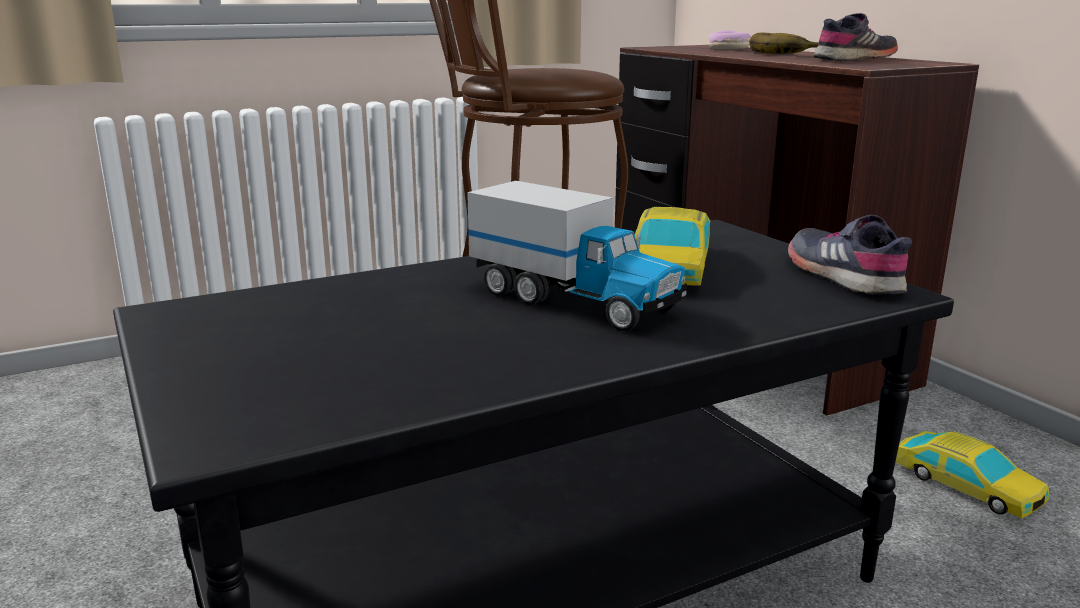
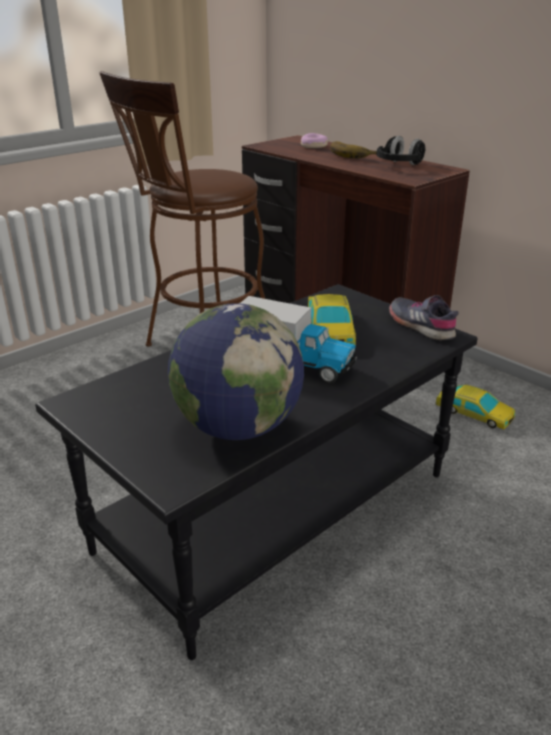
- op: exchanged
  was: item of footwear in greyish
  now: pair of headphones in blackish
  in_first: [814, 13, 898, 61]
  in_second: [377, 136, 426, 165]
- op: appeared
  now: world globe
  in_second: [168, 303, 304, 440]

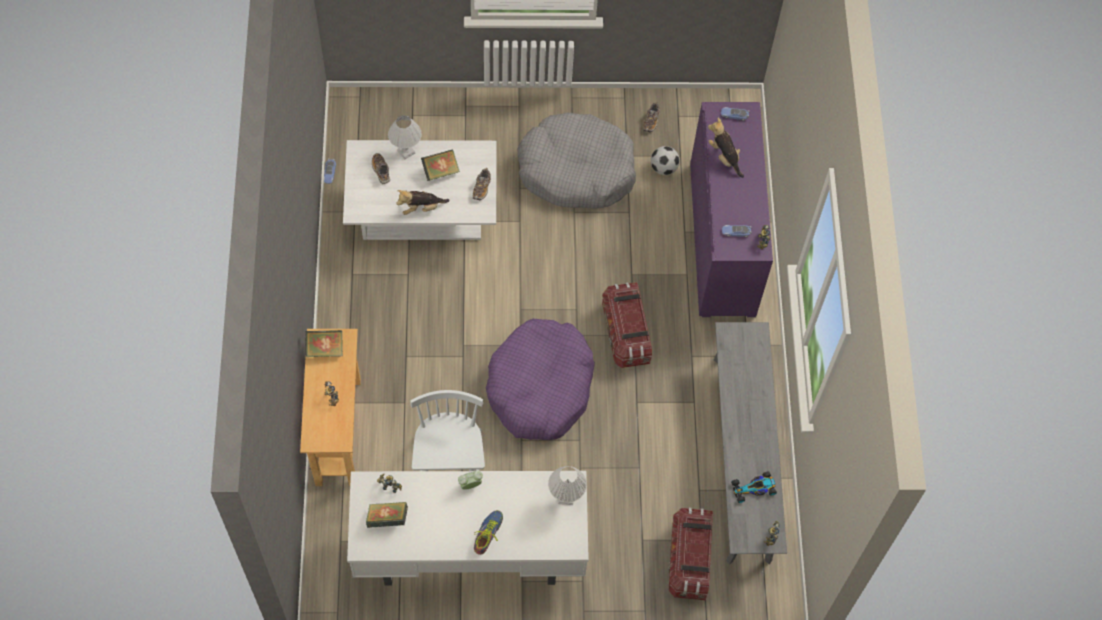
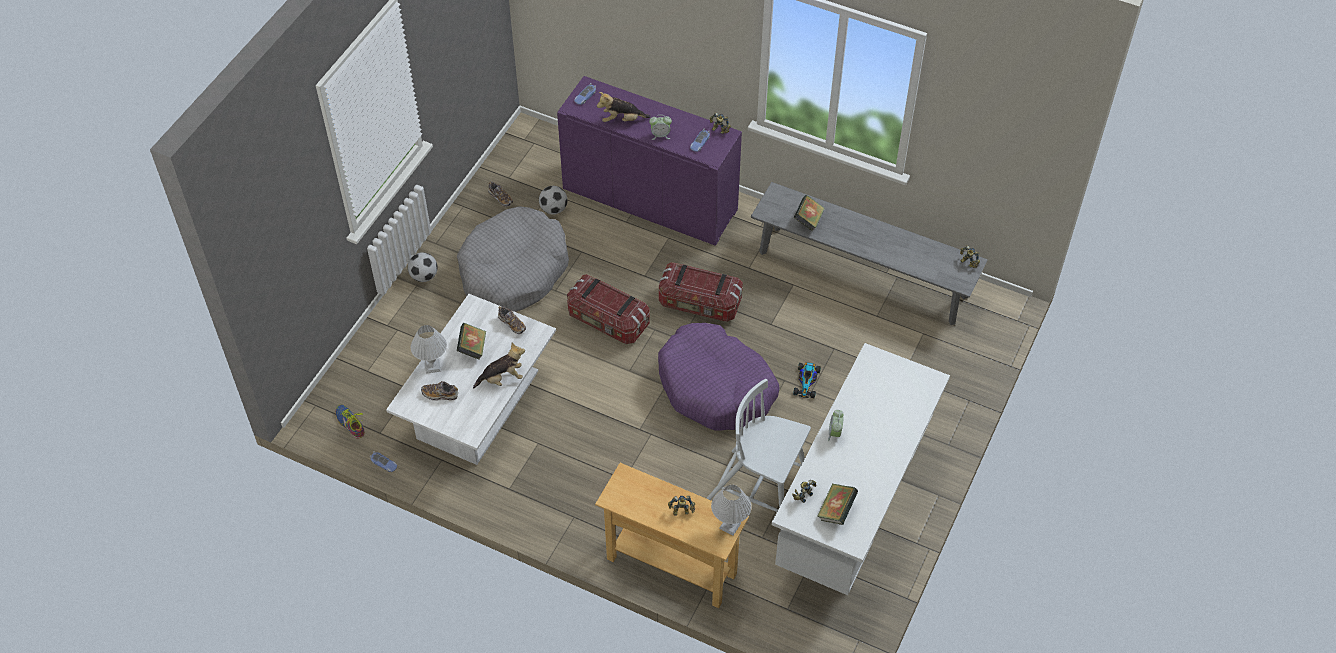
- op: spun
  was: cuddly toy
  in_first: [397, 190, 449, 215]
  in_second: [473, 342, 525, 388]
  clockwise: -120
- op: relocated
  was: bound book
  in_first: [306, 330, 343, 357]
  in_second: [794, 195, 825, 231]
- op: relocated
  was: tabletop lamp in white
  in_first: [548, 466, 587, 505]
  in_second: [711, 485, 751, 536]
- op: relocated
  was: toy car
  in_first: [731, 471, 777, 503]
  in_second: [793, 363, 821, 399]
- op: relocated
  was: storage box
  in_first: [668, 507, 713, 600]
  in_second: [567, 274, 650, 344]
- op: relocated
  was: item of footwear
  in_first: [474, 510, 503, 555]
  in_second: [336, 405, 365, 439]
- op: appeared
  now: table clock
  in_second: [649, 115, 672, 140]
- op: appeared
  now: football ball
  in_second: [408, 252, 438, 282]

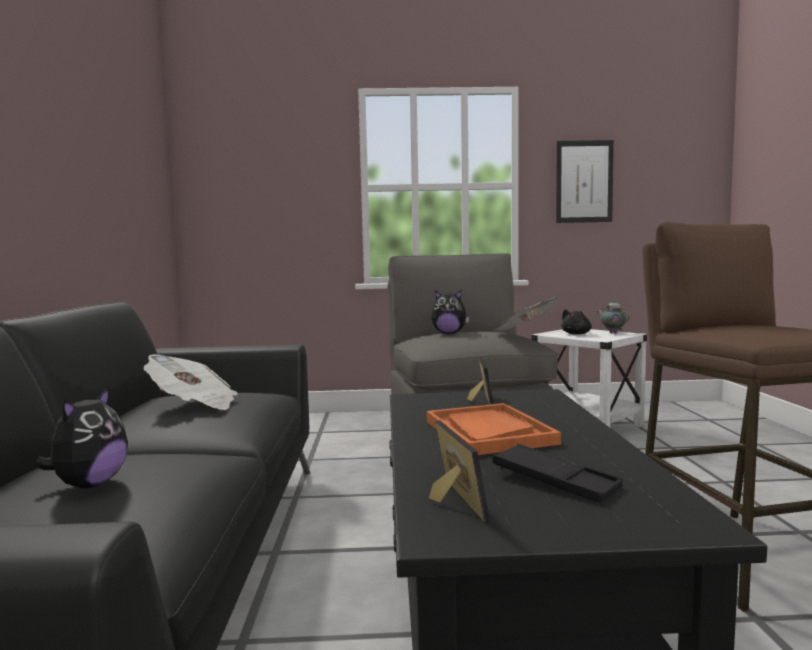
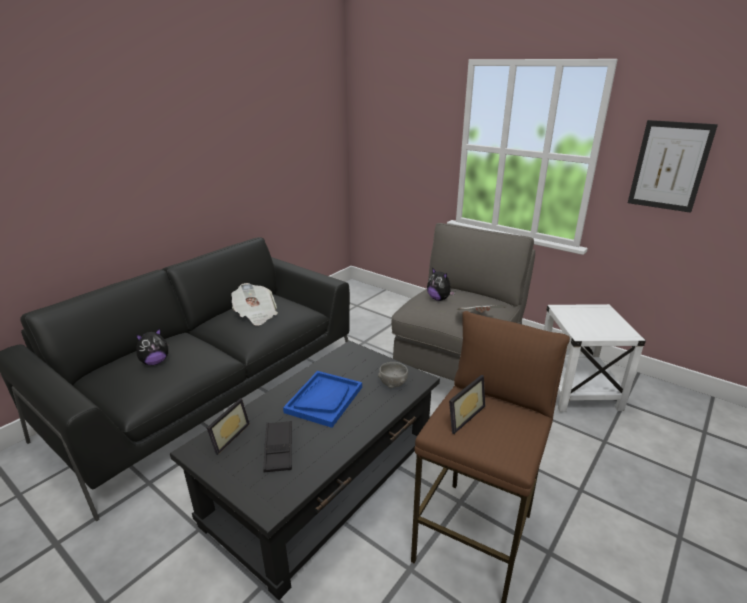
- op: missing
  was: teapot
  in_first: [597, 300, 630, 334]
- op: missing
  was: cuddly toy in blackish
  in_first: [561, 309, 592, 335]
- op: relocated
  was: standing frame
  in_first: [467, 357, 494, 405]
  in_second: [449, 375, 486, 434]
- op: colour
  was: serving tray in orange-coloured
  now: serving tray in blue-coloured
  in_first: [427, 403, 561, 455]
  in_second: [283, 371, 362, 428]
- op: appeared
  now: serving bowl in greyish
  in_second: [378, 362, 408, 388]

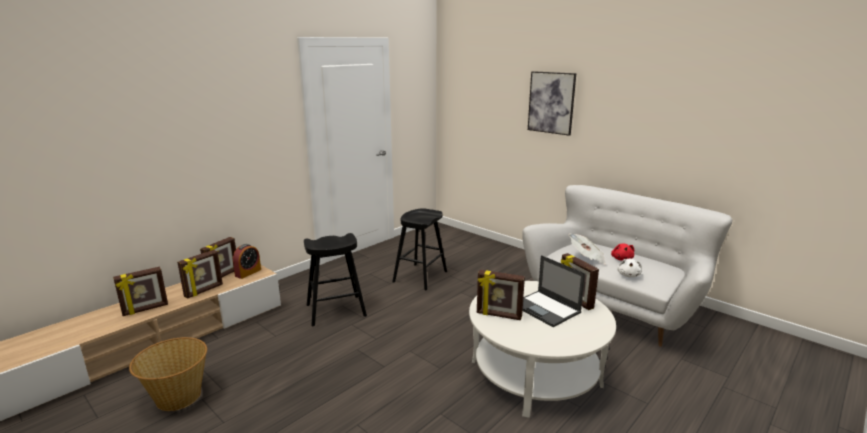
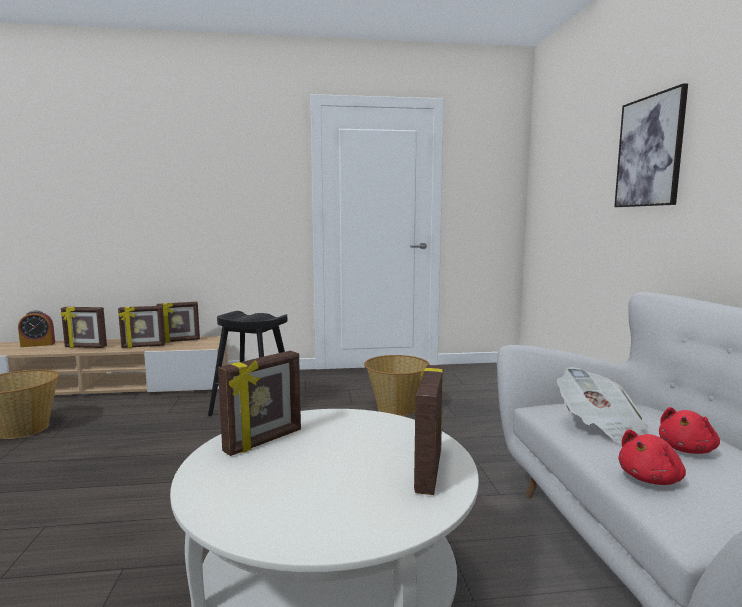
- op: exchanged
  was: sitting stool in blackish
  now: storage basket
  in_first: [392, 208, 447, 290]
  in_second: [364, 355, 430, 416]
- op: relocated
  was: table clock
  in_first: [233, 244, 261, 279]
  in_second: [18, 311, 55, 347]
- op: missing
  was: laptop
  in_first: [523, 255, 585, 327]
- op: colour
  was: cuddly toy in white
  now: cuddly toy in reddish
  in_first: [617, 259, 642, 277]
  in_second: [618, 429, 686, 485]
- op: spun
  was: standing frame
  in_first: [477, 270, 525, 320]
  in_second: [218, 351, 301, 456]
  clockwise: -105

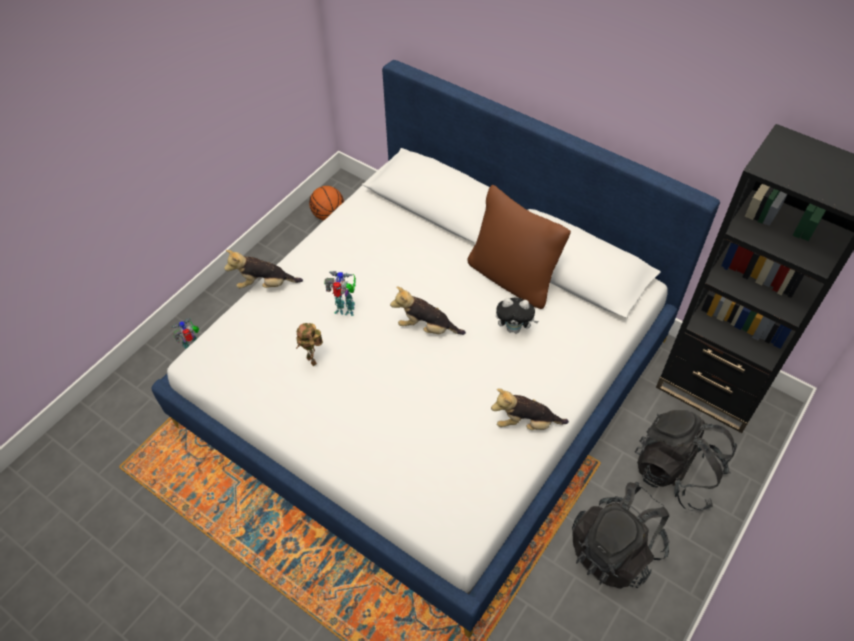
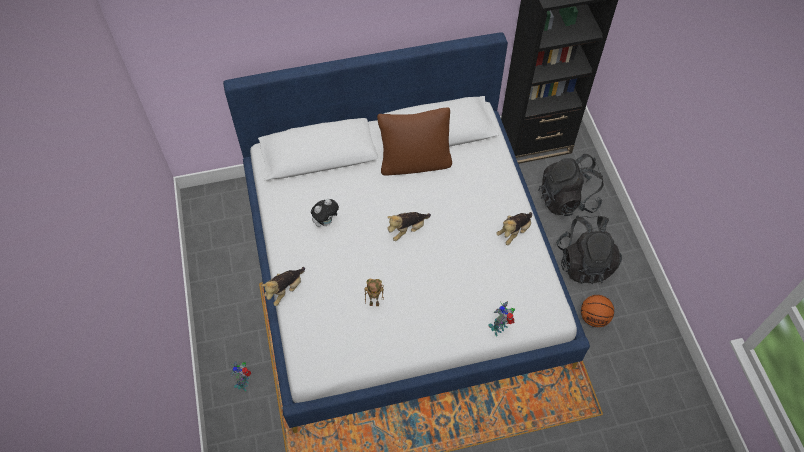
- op: relocated
  was: ball for basketball
  in_first: [309, 186, 344, 220]
  in_second: [581, 295, 614, 327]
- op: relocated
  was: robot figure
  in_first: [324, 271, 356, 316]
  in_second: [488, 301, 515, 336]
- op: relocated
  was: cuddly toy
  in_first: [496, 297, 539, 334]
  in_second: [311, 199, 339, 227]

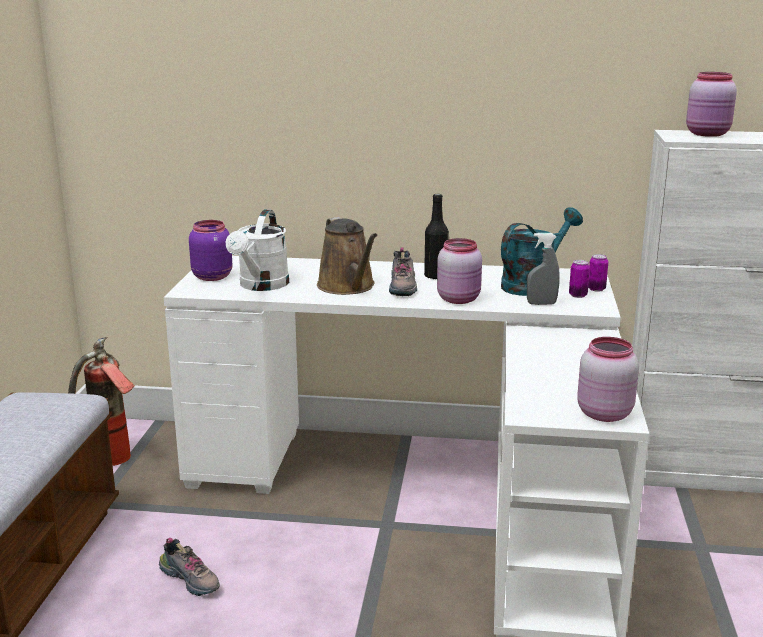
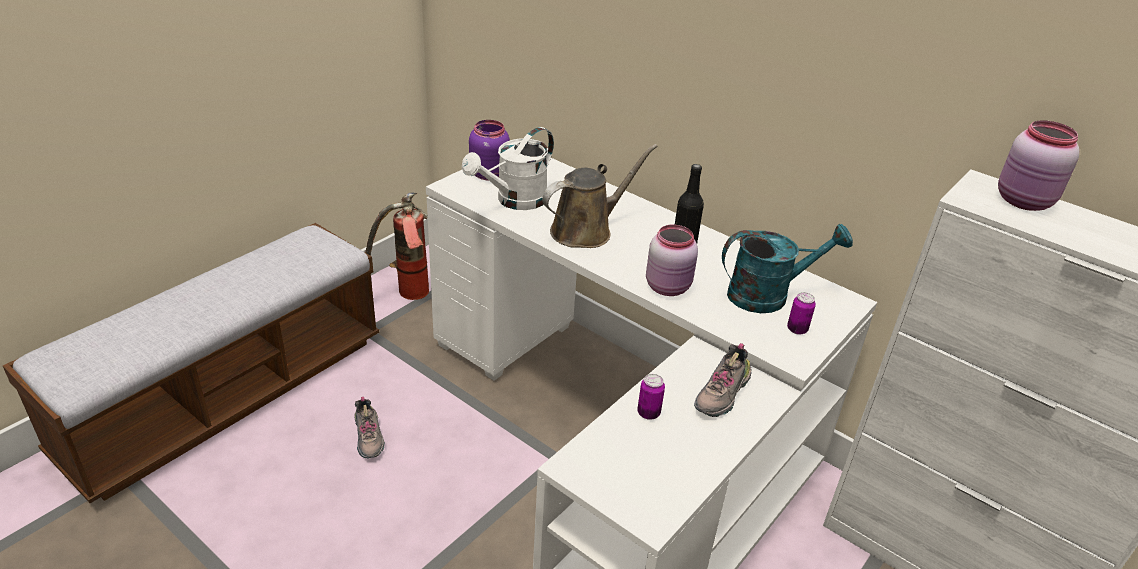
- op: spun
  was: sprinkling can in brownish
  in_first: [317, 217, 377, 295]
  in_second: [542, 144, 658, 248]
  clockwise: -135
- op: missing
  was: hand sprayer in greyish
  in_first: [527, 233, 560, 305]
- op: relocated
  was: item of footwear
  in_first: [389, 247, 417, 296]
  in_second: [694, 343, 751, 417]
- op: relocated
  was: can
  in_first: [588, 254, 608, 292]
  in_second: [637, 374, 665, 420]
- op: missing
  was: storage jar in pink-coloured
  in_first: [577, 337, 639, 422]

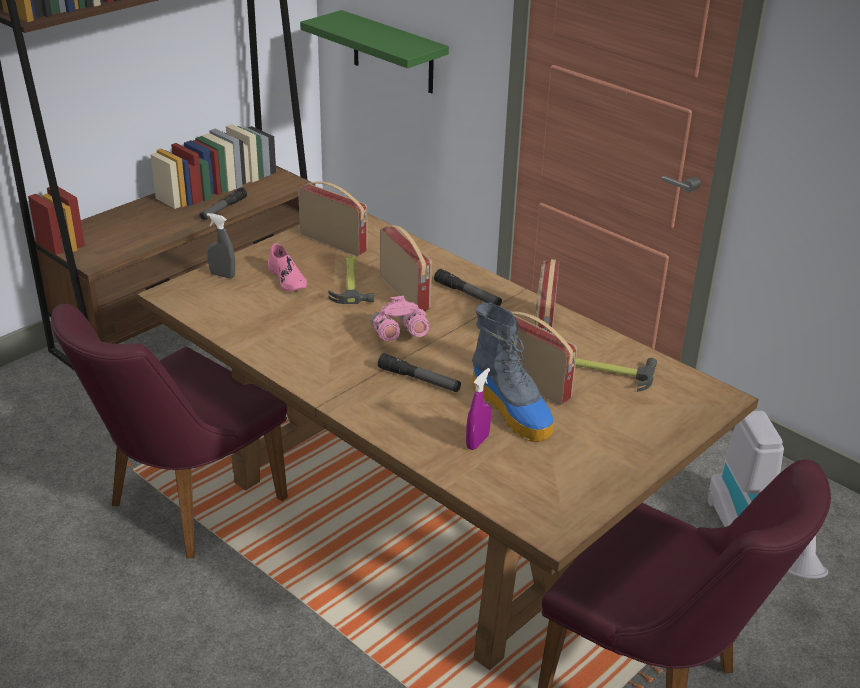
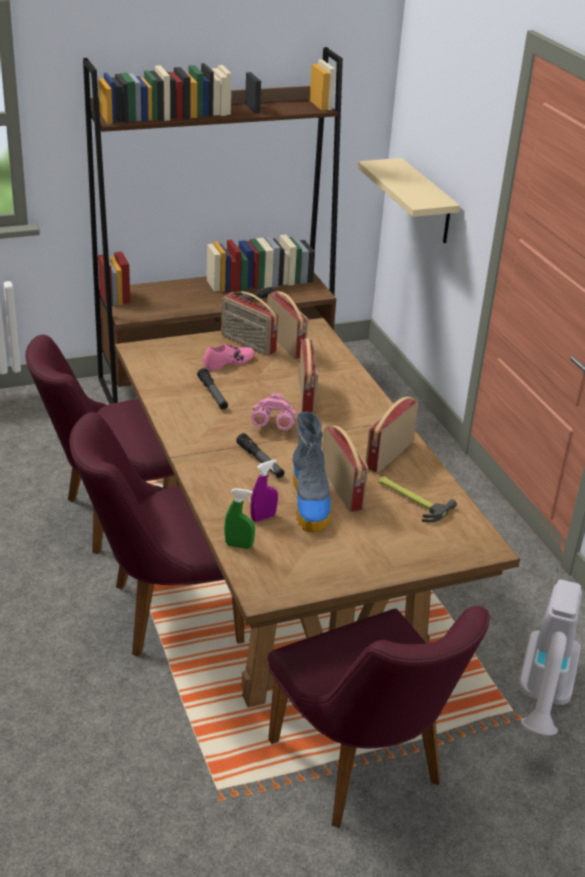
- op: colour
  was: wall shelf in green
  now: wall shelf in beige-coloured
  in_first: [300, 10, 449, 94]
  in_second: [358, 158, 460, 243]
- op: missing
  was: hand sprayer in greyish
  in_first: [207, 213, 235, 279]
- op: spun
  was: item of footwear in pink-coloured
  in_first: [268, 243, 307, 291]
  in_second: [203, 344, 254, 370]
  clockwise: -120
- op: missing
  was: tool hammer
  in_first: [328, 256, 374, 304]
- op: relocated
  was: hand torch
  in_first: [434, 269, 502, 306]
  in_second: [197, 368, 228, 409]
- op: appeared
  now: radio receiver
  in_second: [221, 291, 278, 356]
- op: appeared
  now: plain chair in purplish
  in_second: [69, 412, 244, 657]
- op: appeared
  now: hand sprayer in green
  in_second: [224, 488, 255, 549]

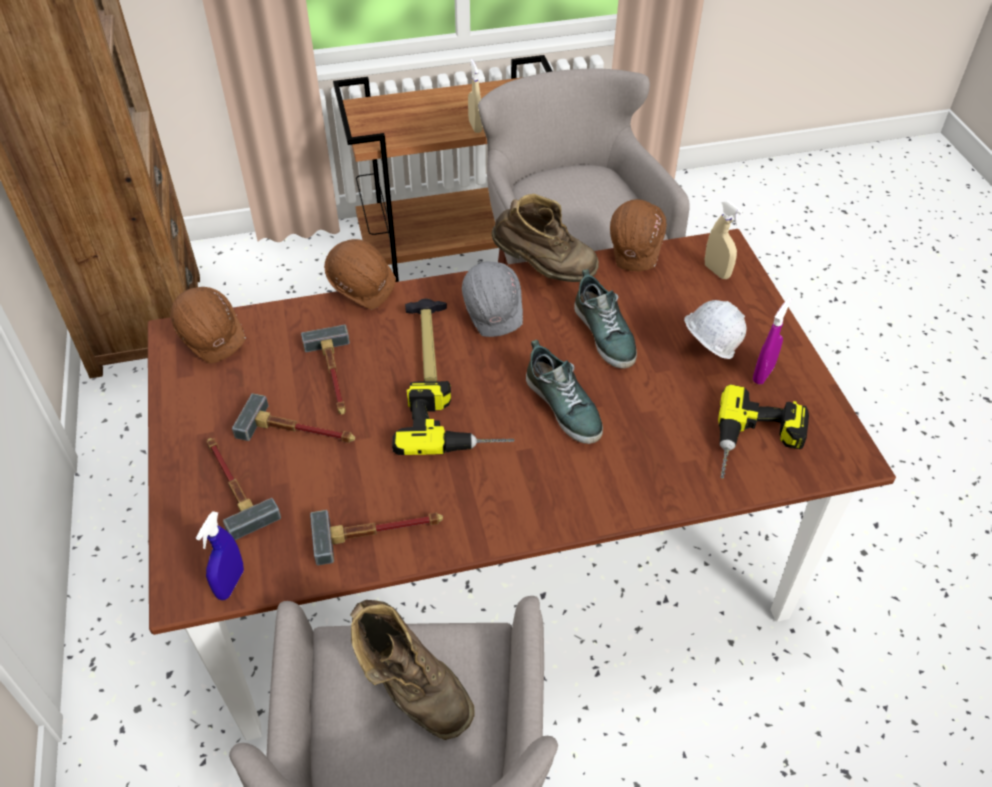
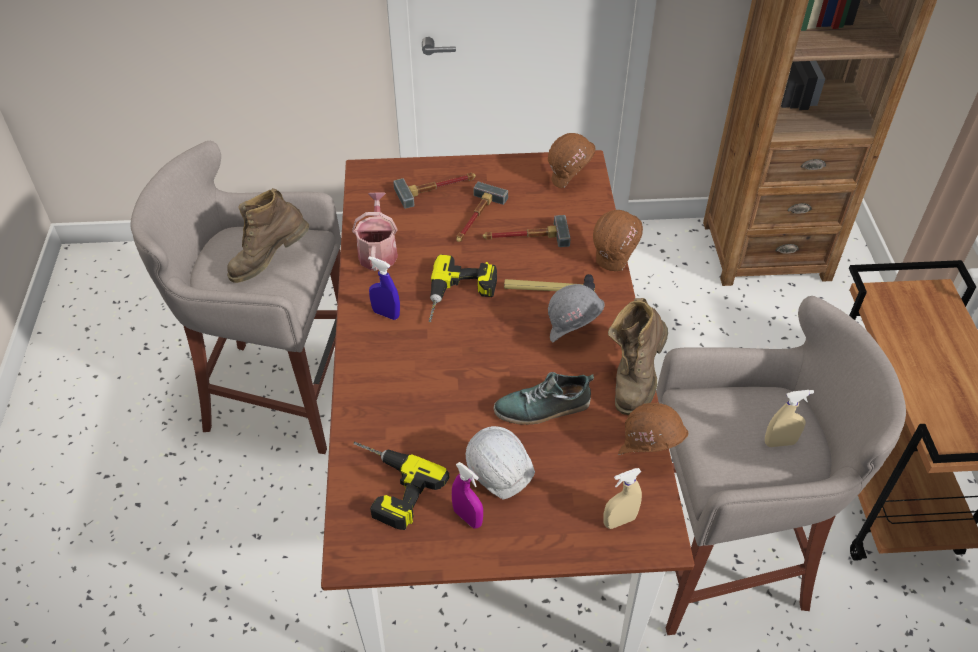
- op: relocated
  was: hand sprayer in beige-coloured
  in_first: [468, 59, 483, 133]
  in_second: [765, 390, 814, 447]
- op: missing
  was: item of footwear
  in_first: [526, 340, 603, 444]
- op: exchanged
  was: tool hammer
  now: sprinkling can
  in_first: [310, 510, 443, 565]
  in_second: [352, 192, 398, 271]
- op: relocated
  was: hand sprayer in blue-coloured
  in_first: [196, 511, 244, 600]
  in_second: [368, 256, 400, 320]

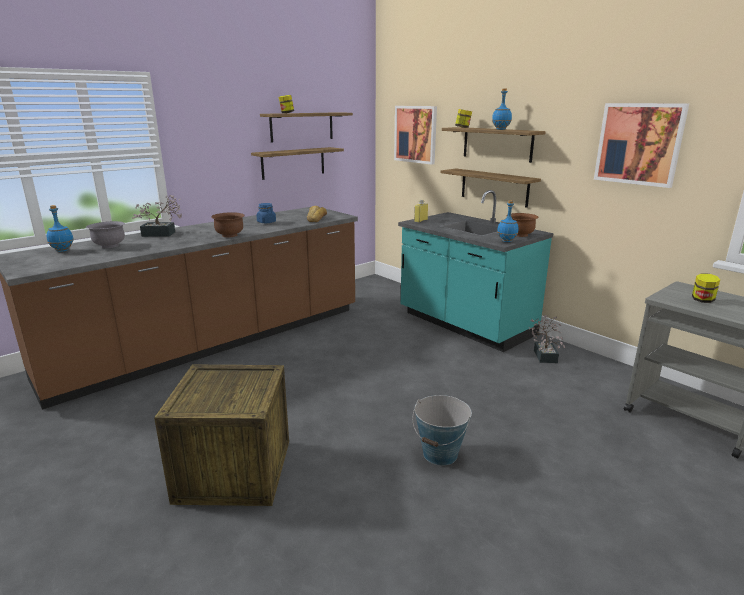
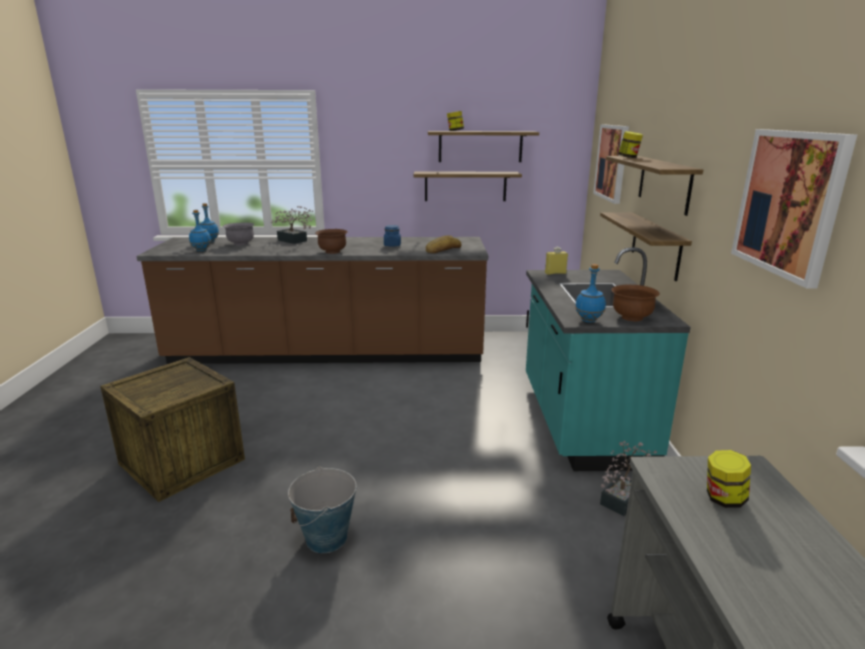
- op: relocated
  was: bottle in blue-coloured
  in_first: [492, 88, 512, 130]
  in_second: [189, 210, 211, 251]

